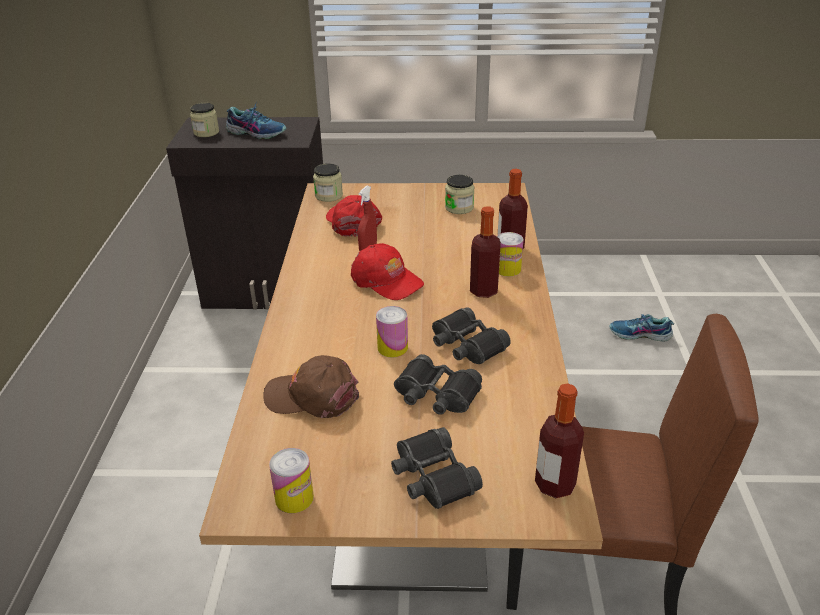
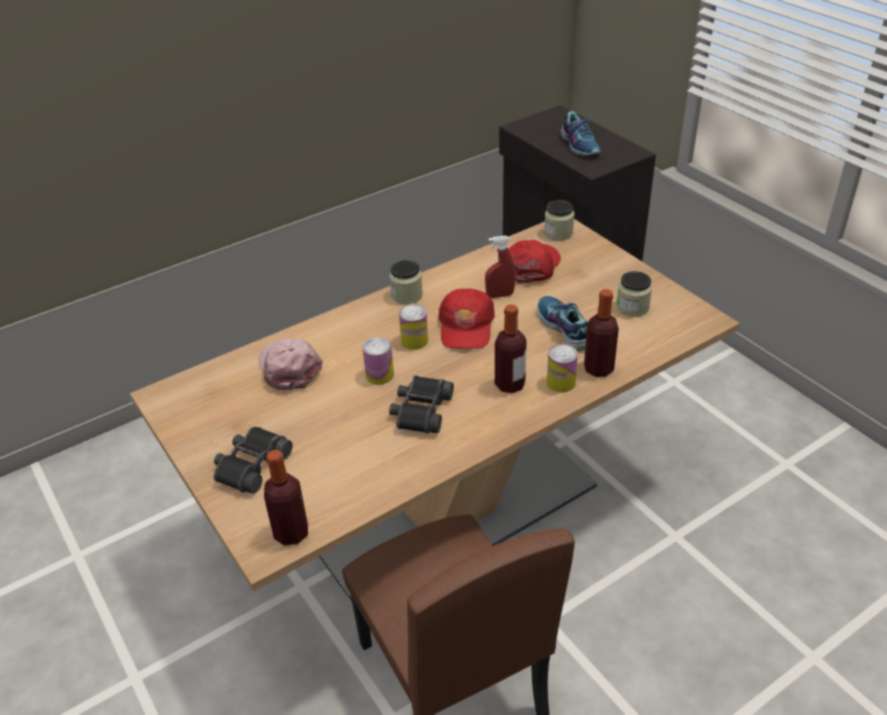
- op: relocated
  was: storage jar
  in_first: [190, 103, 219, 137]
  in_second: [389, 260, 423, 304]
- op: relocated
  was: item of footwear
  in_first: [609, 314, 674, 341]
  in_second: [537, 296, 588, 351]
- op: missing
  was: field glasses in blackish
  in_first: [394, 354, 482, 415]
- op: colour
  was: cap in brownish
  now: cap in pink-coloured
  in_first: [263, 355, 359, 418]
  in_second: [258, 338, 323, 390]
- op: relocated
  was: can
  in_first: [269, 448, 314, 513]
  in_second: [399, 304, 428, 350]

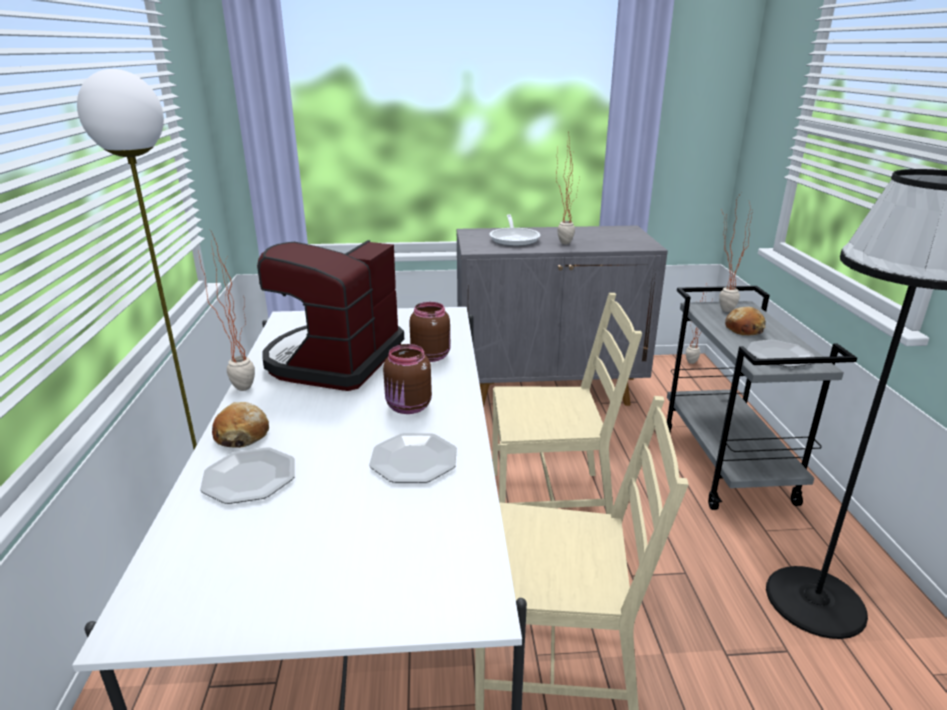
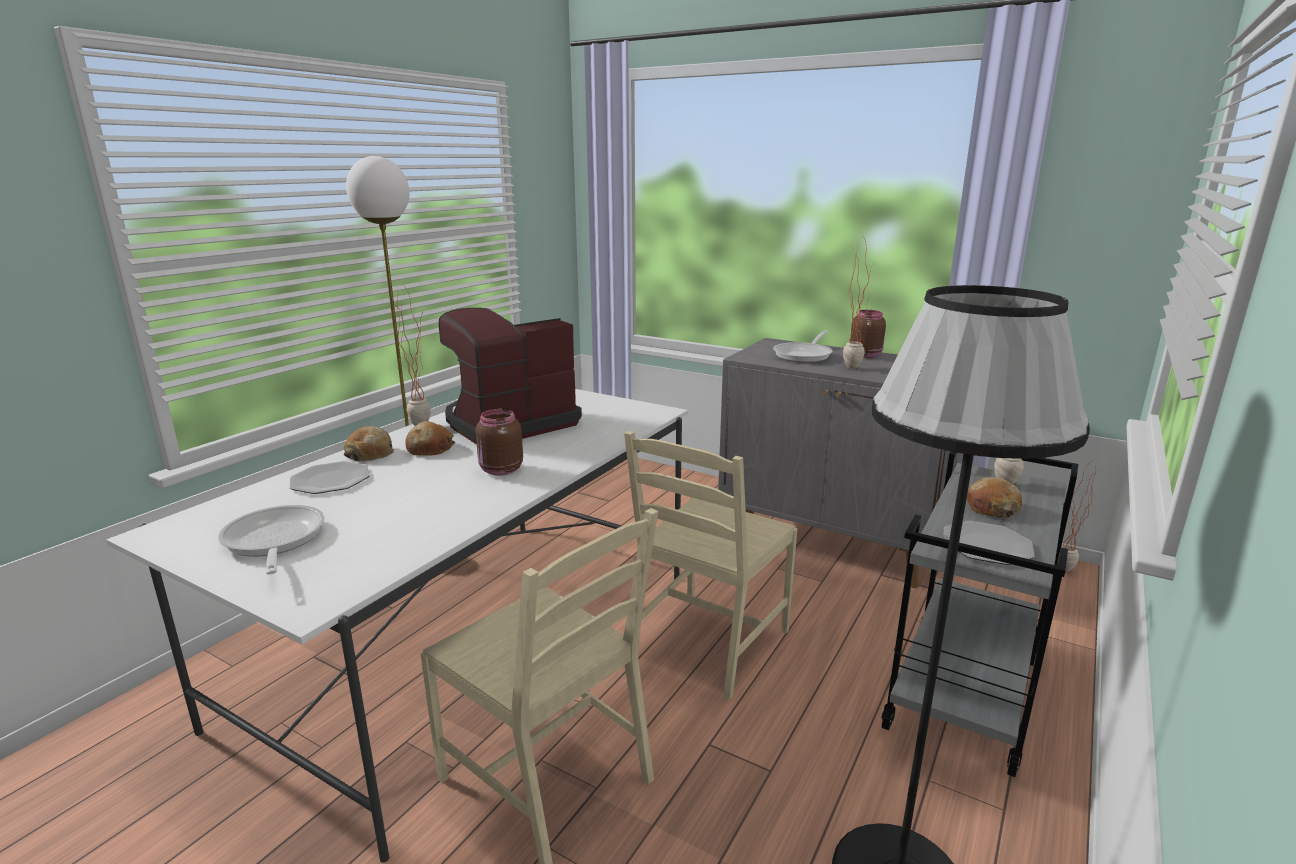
- op: spun
  was: plain chair in beige-coloured
  in_first: [492, 293, 642, 514]
  in_second: [624, 431, 797, 700]
  clockwise: 90
- op: relocated
  was: storage jar in brownish
  in_first: [409, 302, 450, 362]
  in_second: [850, 310, 886, 358]
- op: missing
  was: flat dish
  in_first: [369, 433, 457, 483]
- op: appeared
  now: bread
  in_second: [405, 421, 455, 456]
- op: appeared
  now: pan
  in_second: [218, 505, 325, 574]

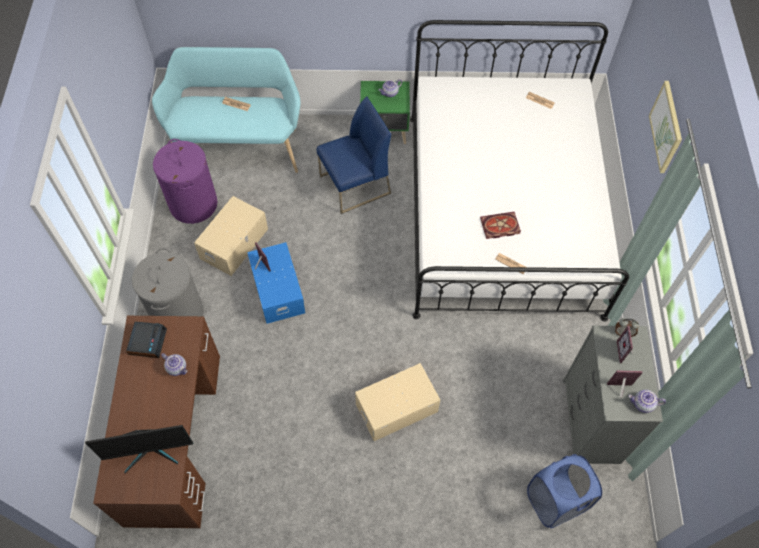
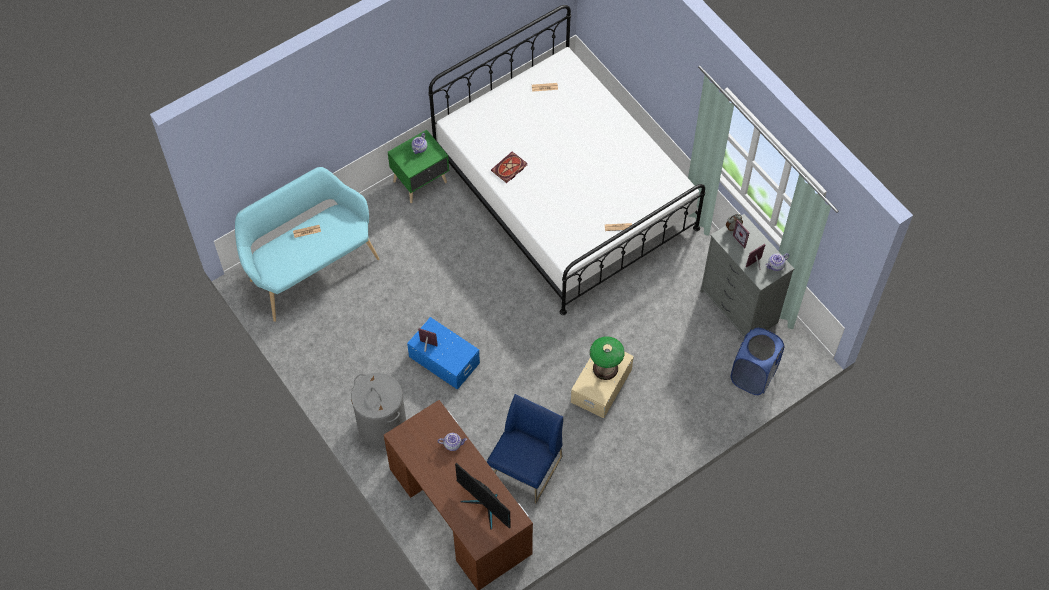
- op: missing
  was: wall art
  in_first: [649, 81, 682, 173]
- op: relocated
  was: plain chair in blue-coloured
  in_first: [317, 97, 392, 214]
  in_second: [487, 394, 563, 503]
- op: missing
  was: hamper in purplish
  in_first: [153, 139, 218, 224]
- op: missing
  was: storage box in beige-coloured
  in_first: [194, 196, 268, 276]
- op: relocated
  was: bound book
  in_first: [480, 212, 521, 239]
  in_second: [491, 151, 527, 183]
- op: missing
  was: table clock
  in_first: [126, 321, 167, 358]
- op: spun
  was: computer display
  in_first: [85, 425, 193, 473]
  in_second: [455, 463, 511, 530]
  clockwise: 90
- op: appeared
  now: tabletop lamp
  in_second: [590, 336, 624, 380]

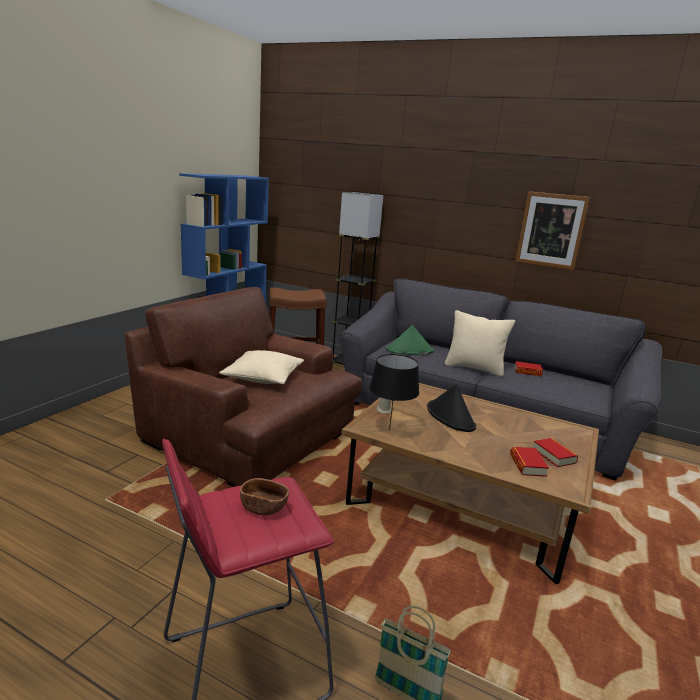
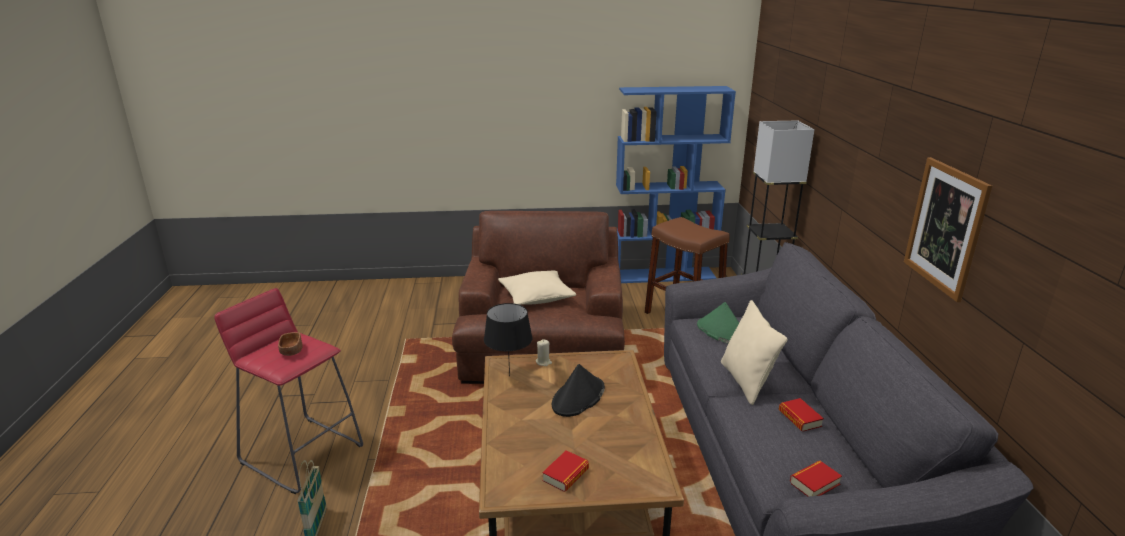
- op: relocated
  was: bound book
  in_first: [510, 447, 549, 477]
  in_second: [790, 461, 842, 497]

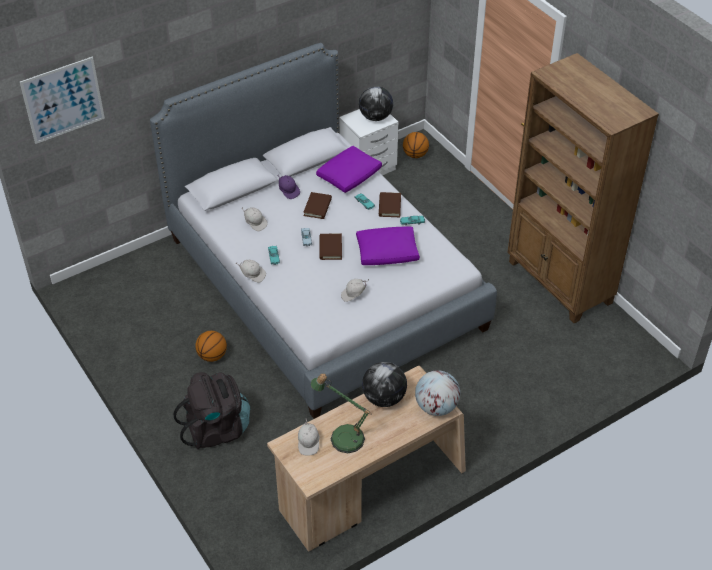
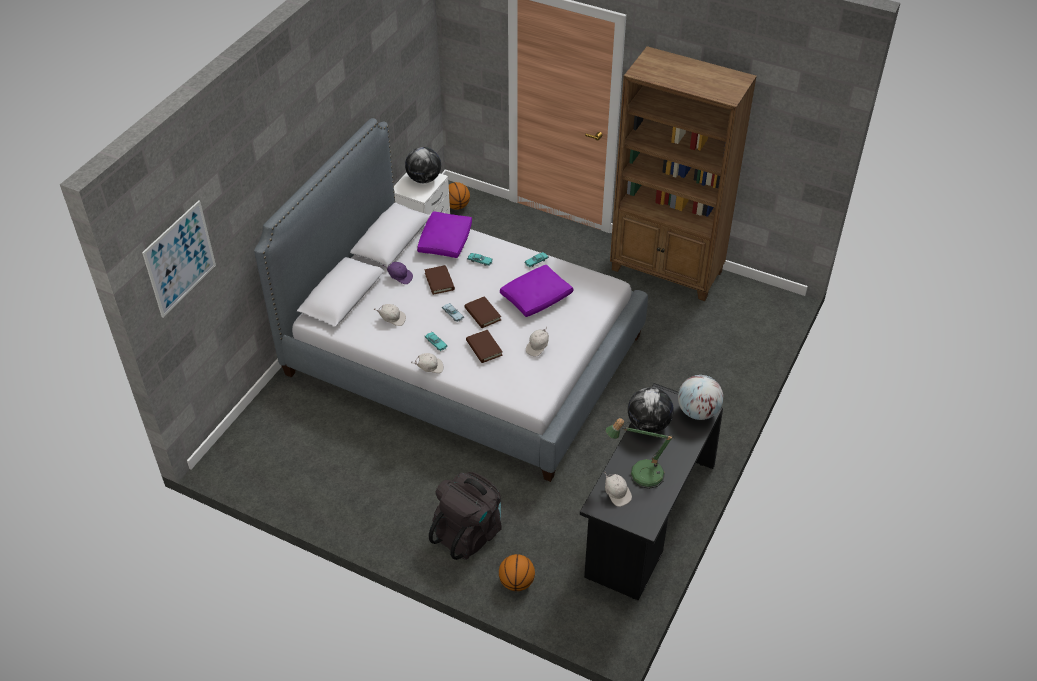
- op: relocated
  was: bound book in brownish
  in_first: [379, 192, 401, 217]
  in_second: [466, 330, 503, 363]
- op: relocated
  was: ball for basketball
  in_first: [195, 331, 227, 362]
  in_second: [499, 554, 535, 591]
- op: colour
  was: desk unit in beige-coloured
  now: desk unit in blackish
  in_first: [267, 366, 466, 552]
  in_second: [580, 383, 723, 600]

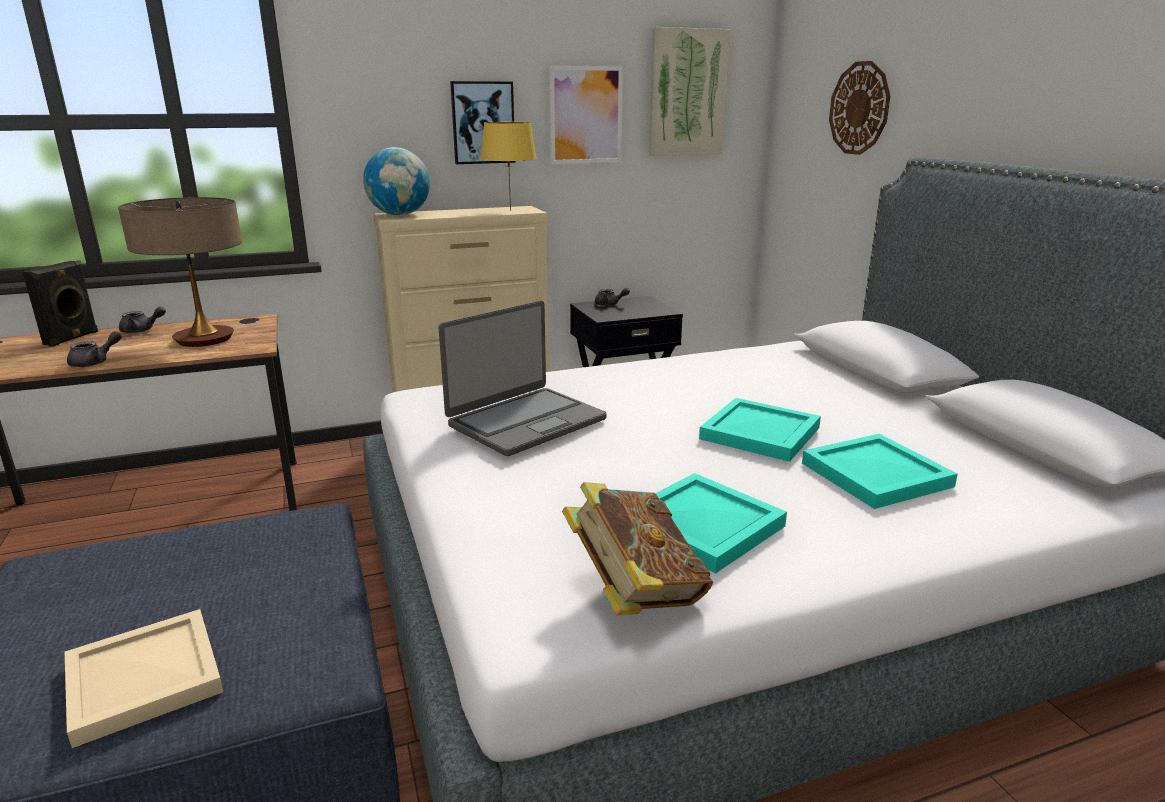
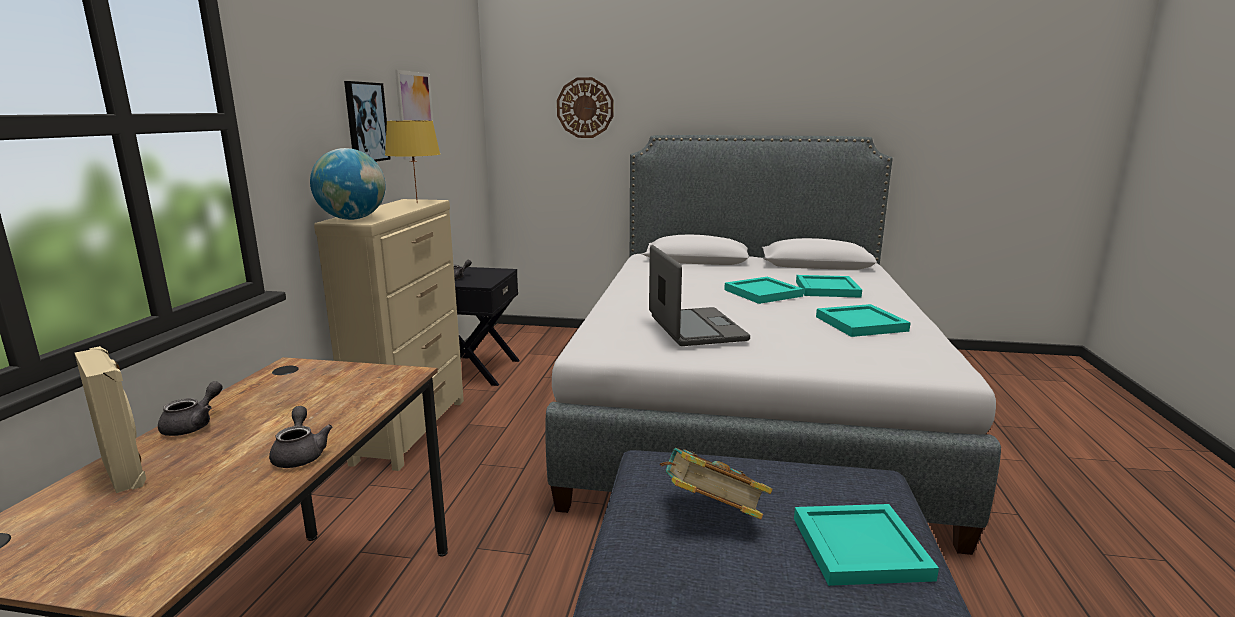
- op: missing
  was: wall art
  in_first: [649, 27, 730, 156]
- op: missing
  was: tabletop lamp
  in_first: [118, 197, 242, 347]
- op: colour
  was: loudspeaker in blackish
  now: loudspeaker in beige-coloured
  in_first: [22, 260, 98, 347]
  in_second: [75, 346, 146, 493]
- op: relocated
  was: bound book
  in_first: [562, 482, 713, 616]
  in_second: [660, 448, 773, 519]
- op: colour
  was: serving tray in beige-coloured
  now: serving tray in blue-green
  in_first: [65, 609, 223, 748]
  in_second: [794, 504, 939, 586]

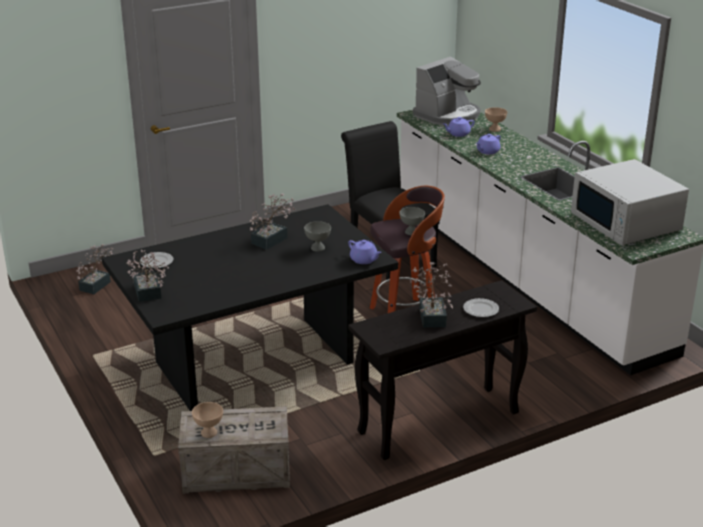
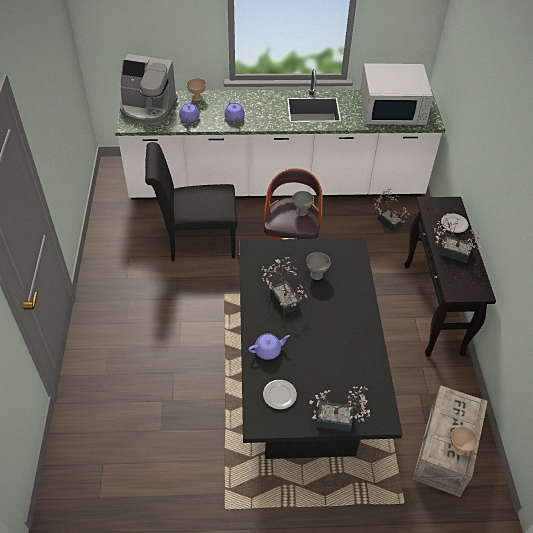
- op: spun
  was: coffee machine
  in_first: [413, 57, 481, 126]
  in_second: [120, 54, 178, 125]
  clockwise: 120
- op: relocated
  was: teapot in purplish
  in_first: [348, 240, 382, 264]
  in_second: [248, 333, 290, 360]
- op: relocated
  was: potted plant
  in_first: [76, 244, 113, 294]
  in_second: [374, 189, 411, 232]

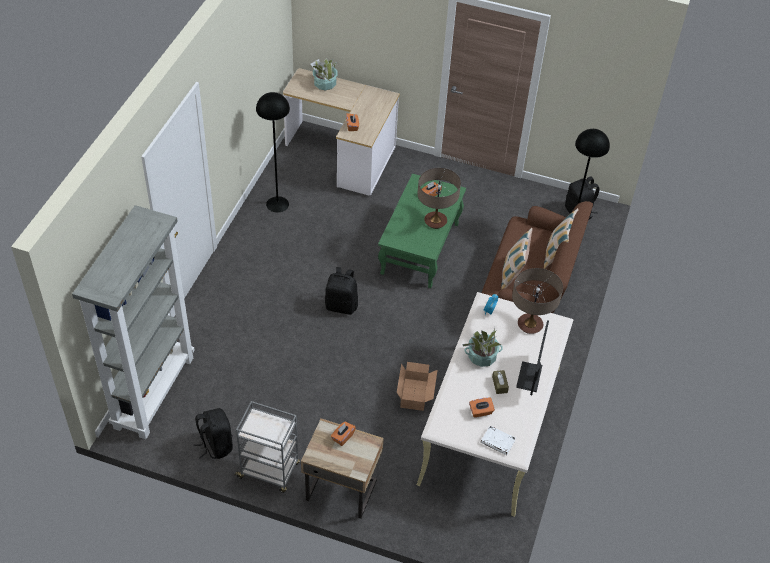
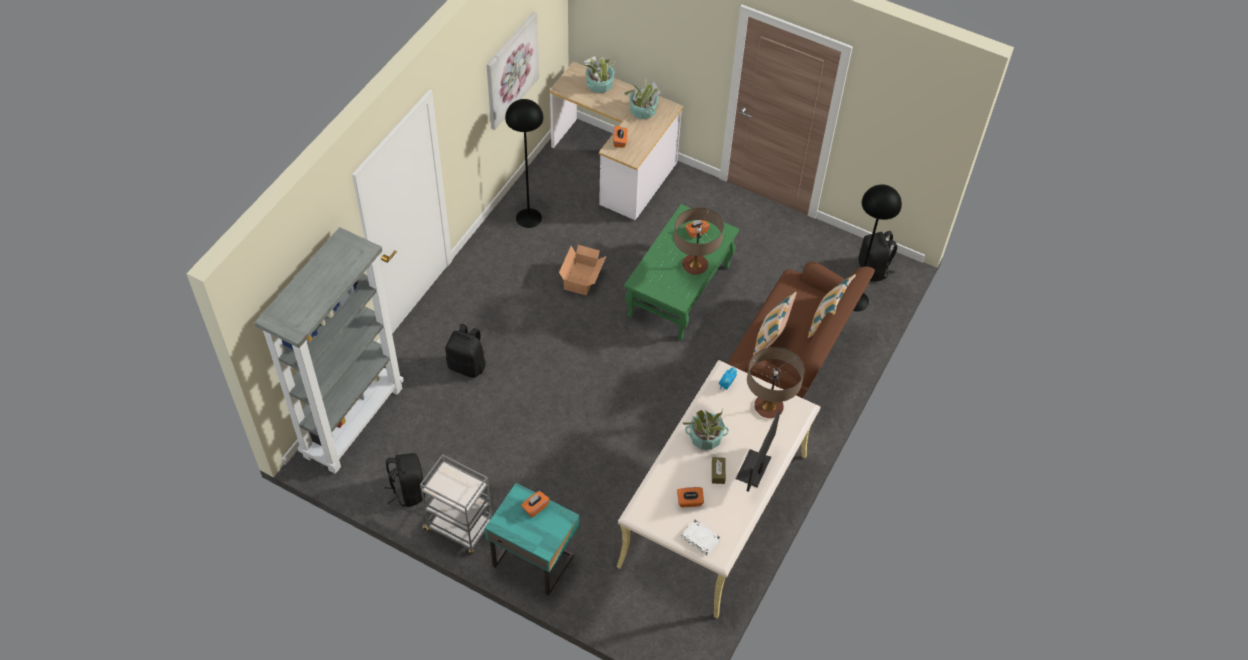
- op: relocated
  was: rucksack in blackish
  in_first: [325, 267, 358, 315]
  in_second: [445, 324, 486, 378]
- op: relocated
  was: packing box
  in_first: [397, 362, 437, 411]
  in_second: [559, 245, 606, 296]
- op: colour
  was: night table in beige-coloured
  now: night table in blue-green
  in_first: [301, 418, 384, 519]
  in_second: [485, 483, 579, 596]
- op: appeared
  now: wall art
  in_second: [487, 12, 539, 130]
- op: appeared
  now: potted plant
  in_second: [622, 81, 661, 119]

